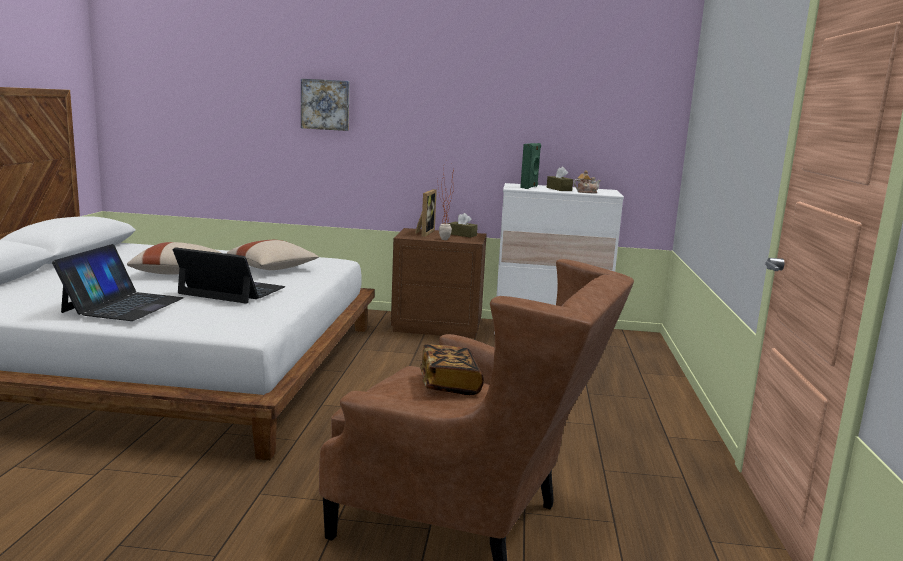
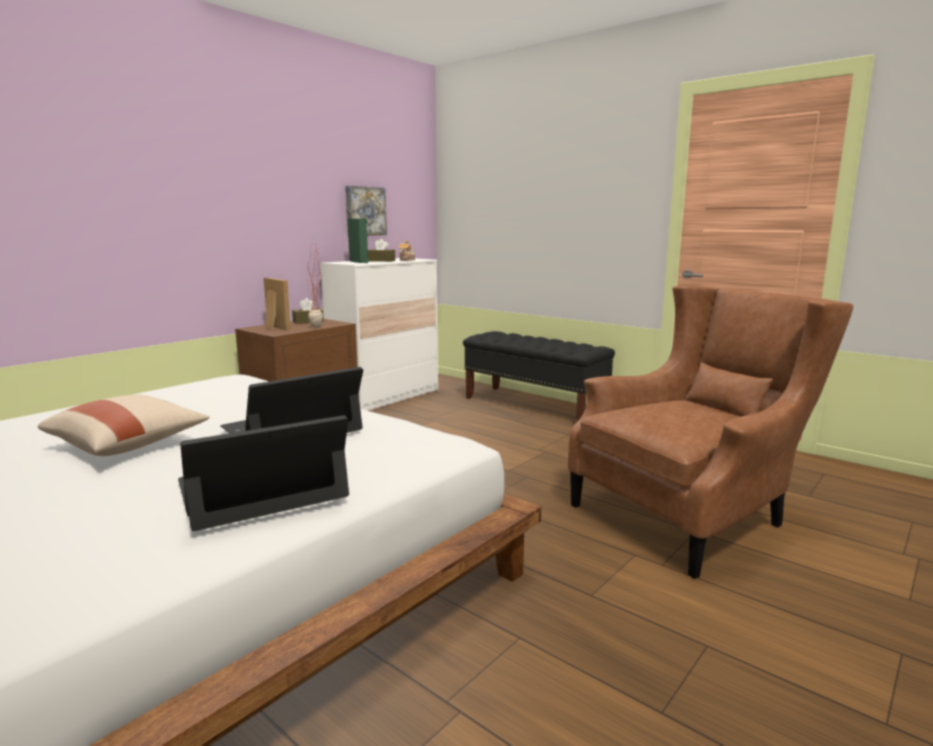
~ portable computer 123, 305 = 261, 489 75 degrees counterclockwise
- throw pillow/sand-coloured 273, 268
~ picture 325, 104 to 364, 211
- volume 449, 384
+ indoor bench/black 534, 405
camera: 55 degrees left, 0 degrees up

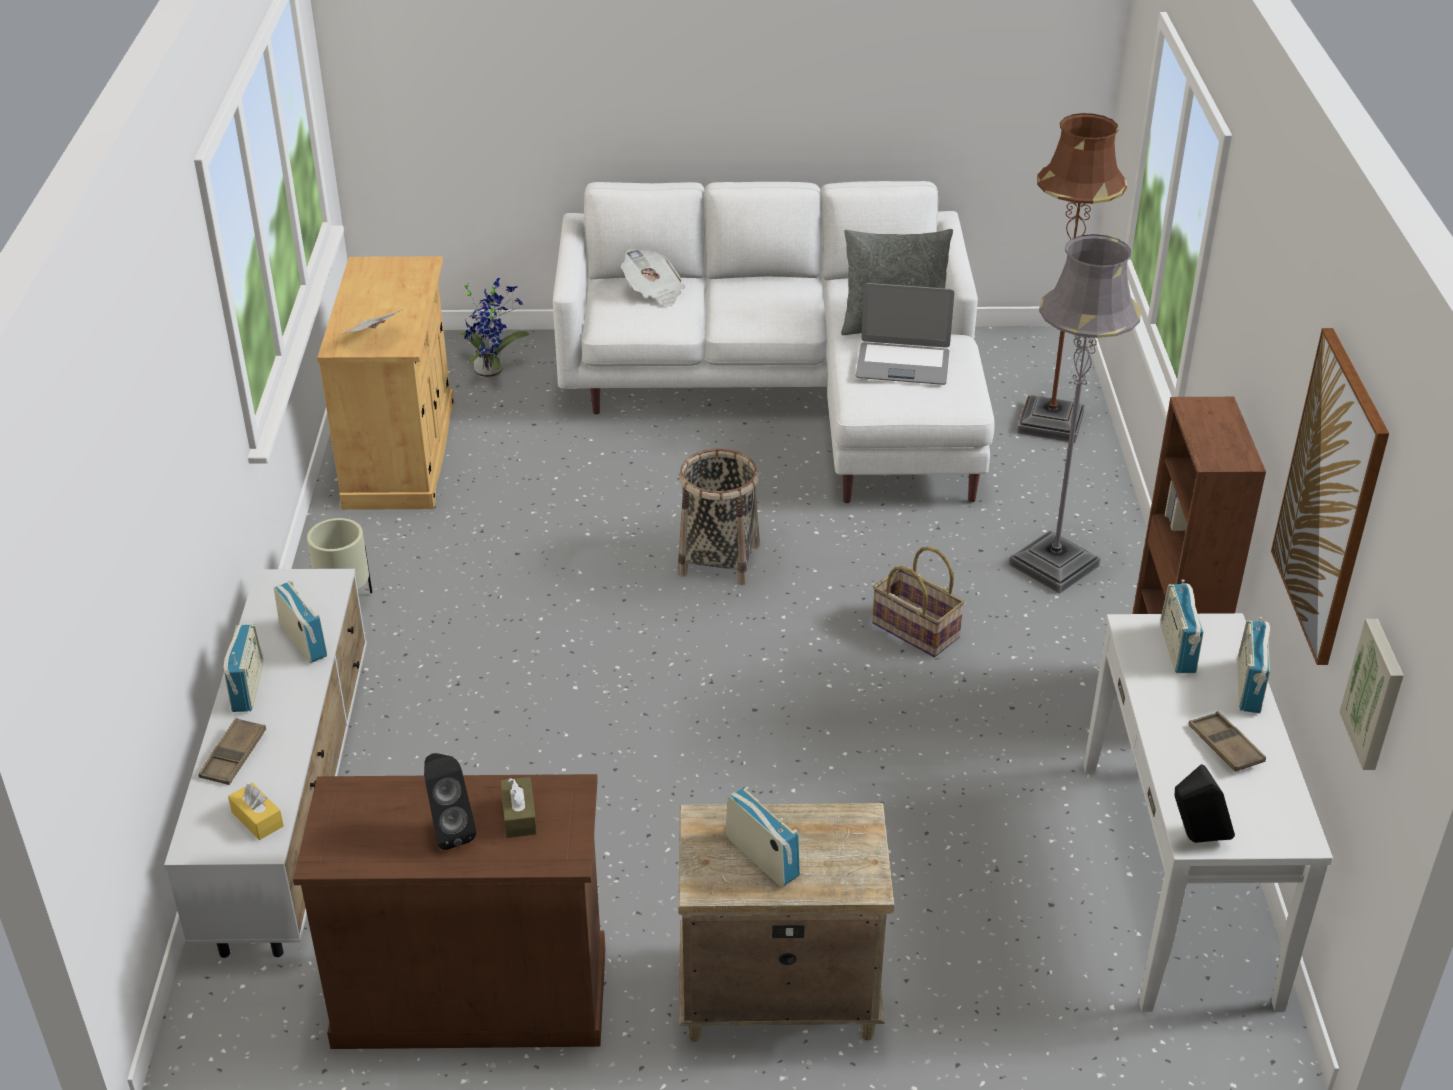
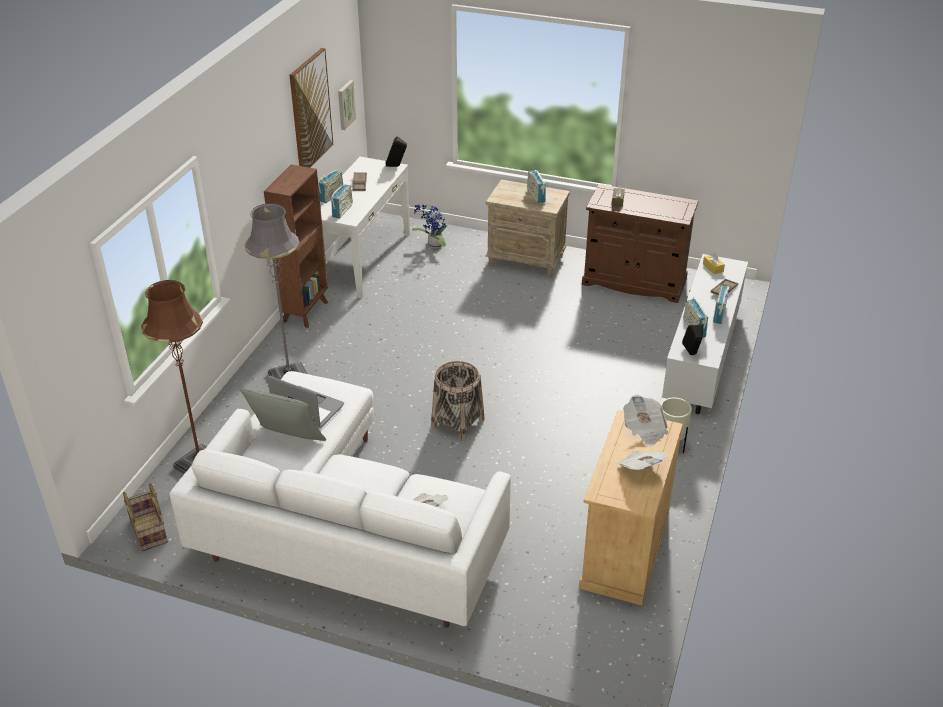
~ audio speaker/black 449, 831 to 691, 354
~ plant in a pot 492, 371 to 433, 245
~ storage basket 914, 631 to 149, 531
+ newspaper 641, 468
camera: 160 degrees left, 0 degrees up

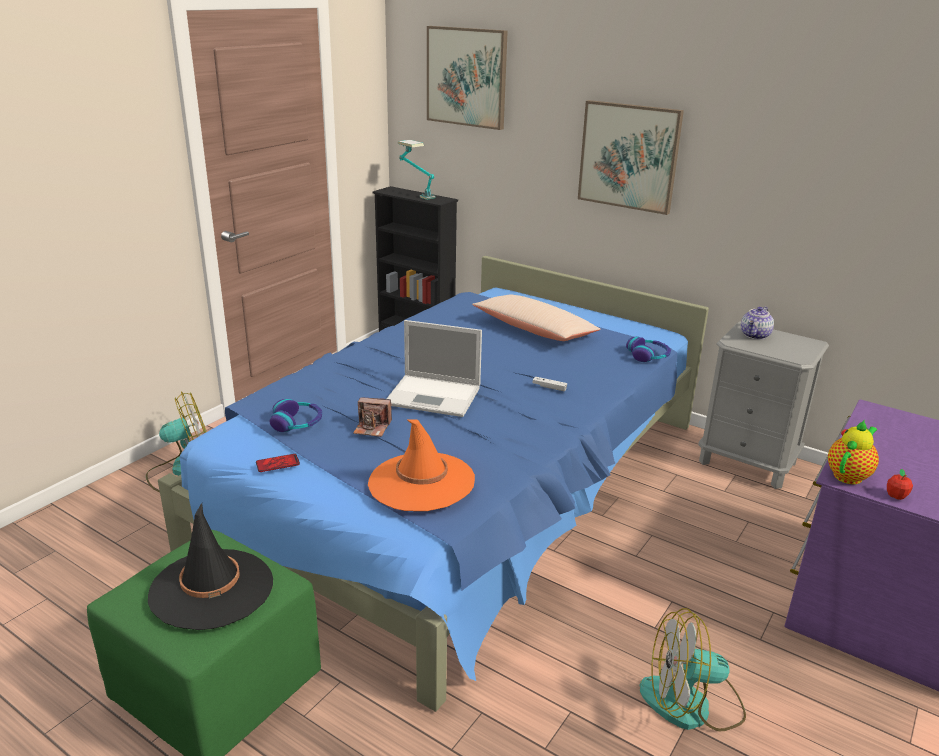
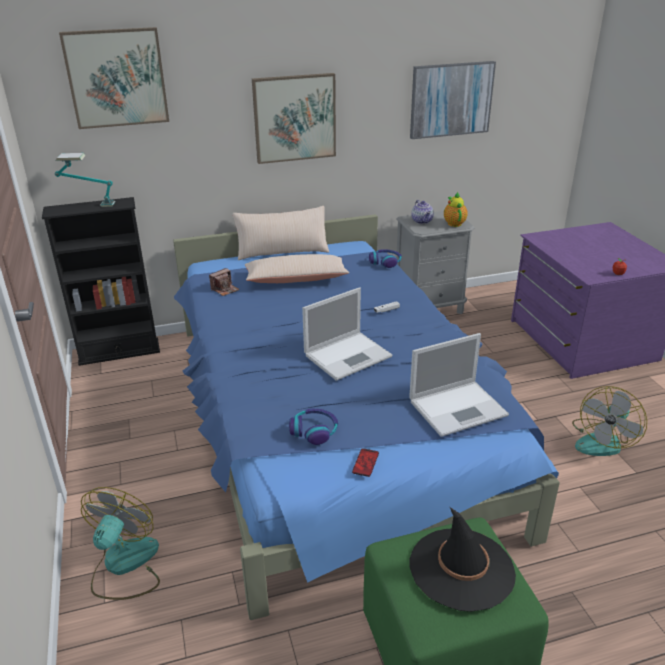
~ photo camera 372, 427 to 225, 289
~ hat/orange 421, 482 to portable computer 459, 407
~ pot for tea 849, 475 to 454, 223
+ throw pillow/sand-coloured 282, 251
+ picture 451, 99
camera: 50 degrees left, 5 degrees up

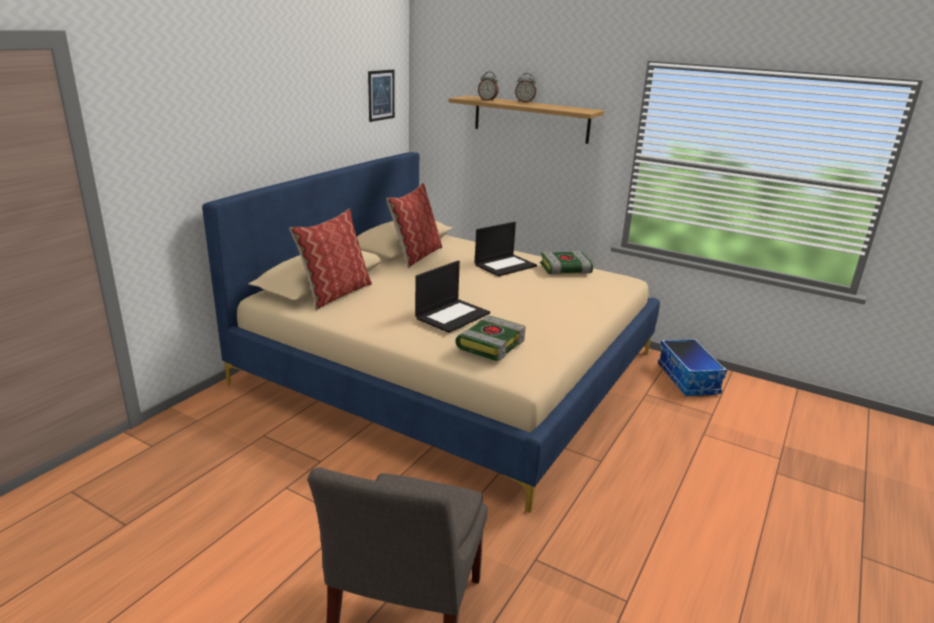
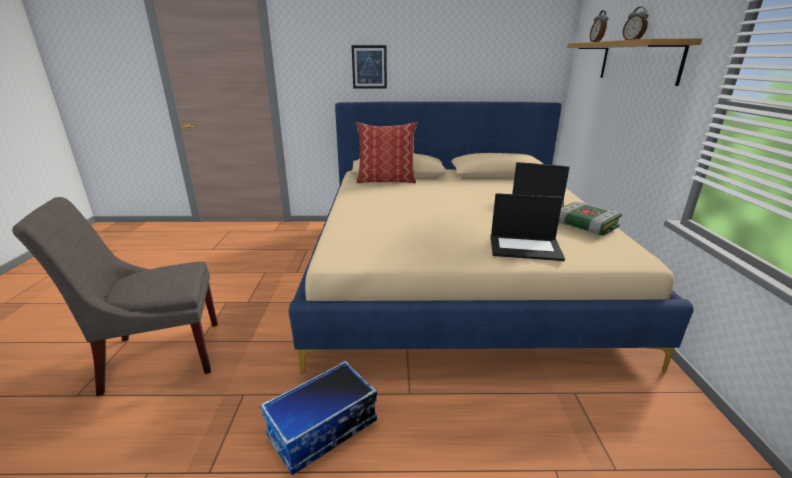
~ picture 381, 95 to 369, 67
- throw pillow 416, 255
~ portable computer 452, 315 to 525, 247
- volume 490, 344
~ storage box 688, 379 to 323, 430
camera: 60 degrees right, 0 degrees up

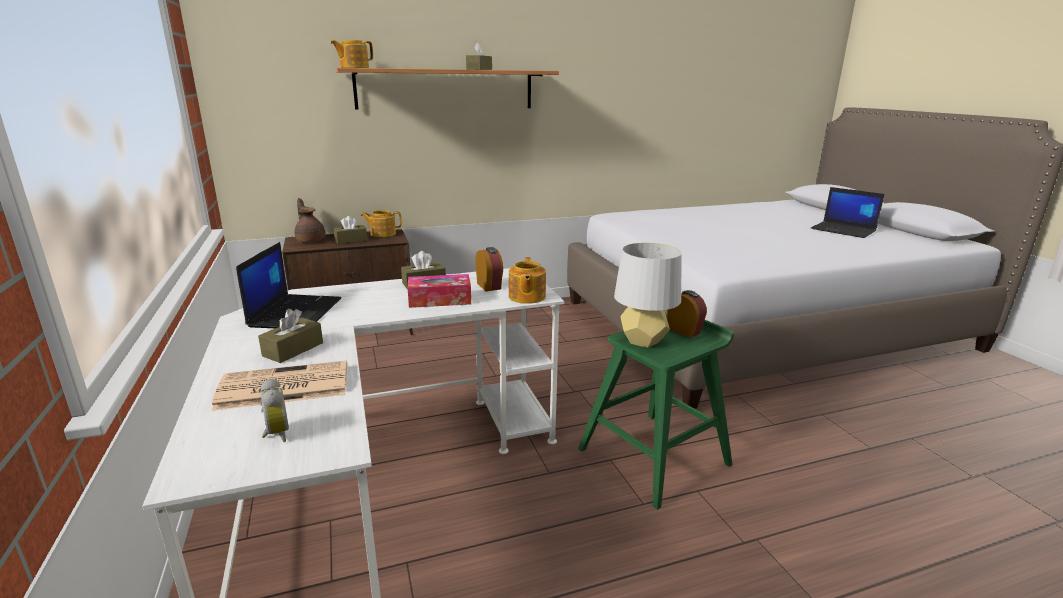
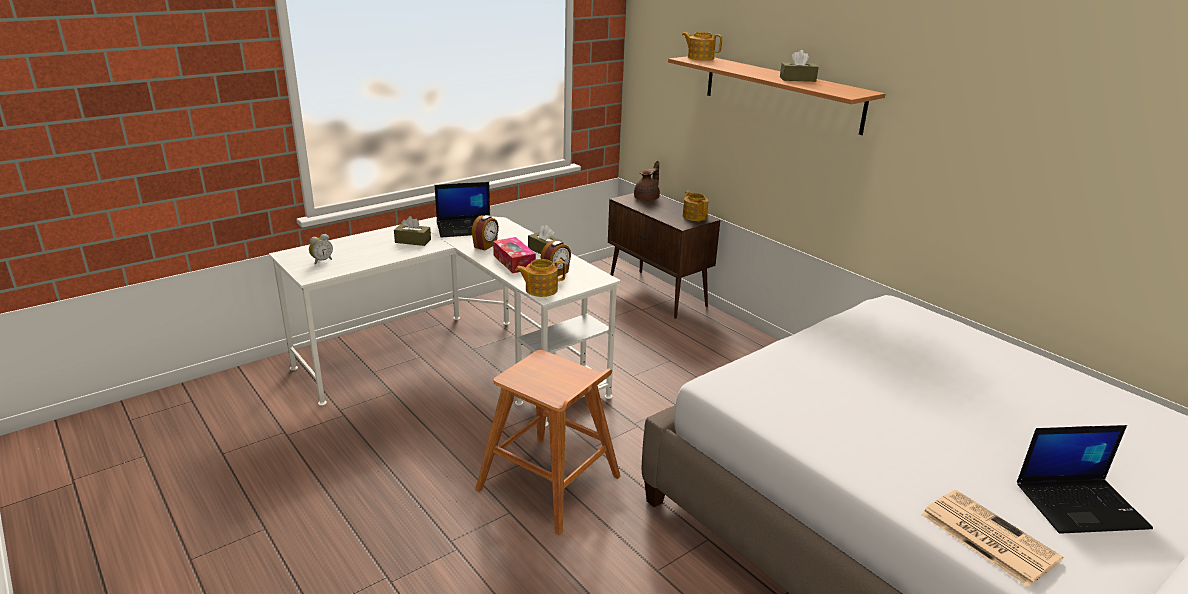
~ newspaper 282, 387 to 986, 536
- tissue holder/brown-coloured 351, 240
~ stool/greenish 655, 456 to stool/brown-coloured 550, 484
- table lamp/gray 643, 341
~ bedside clock 684, 331 to 486, 246
~ portable computer 844, 230 = 1081, 505 120 degrees counterclockwise
camera: 70 degrees right, 5 degrees up

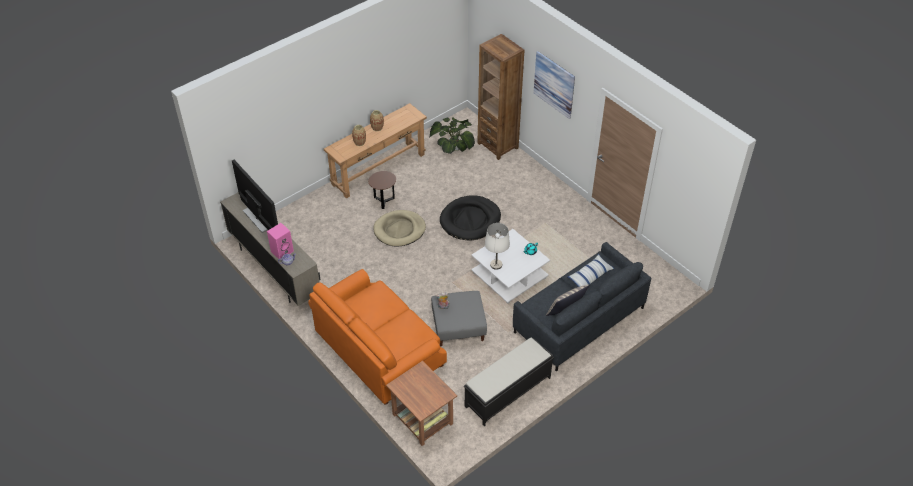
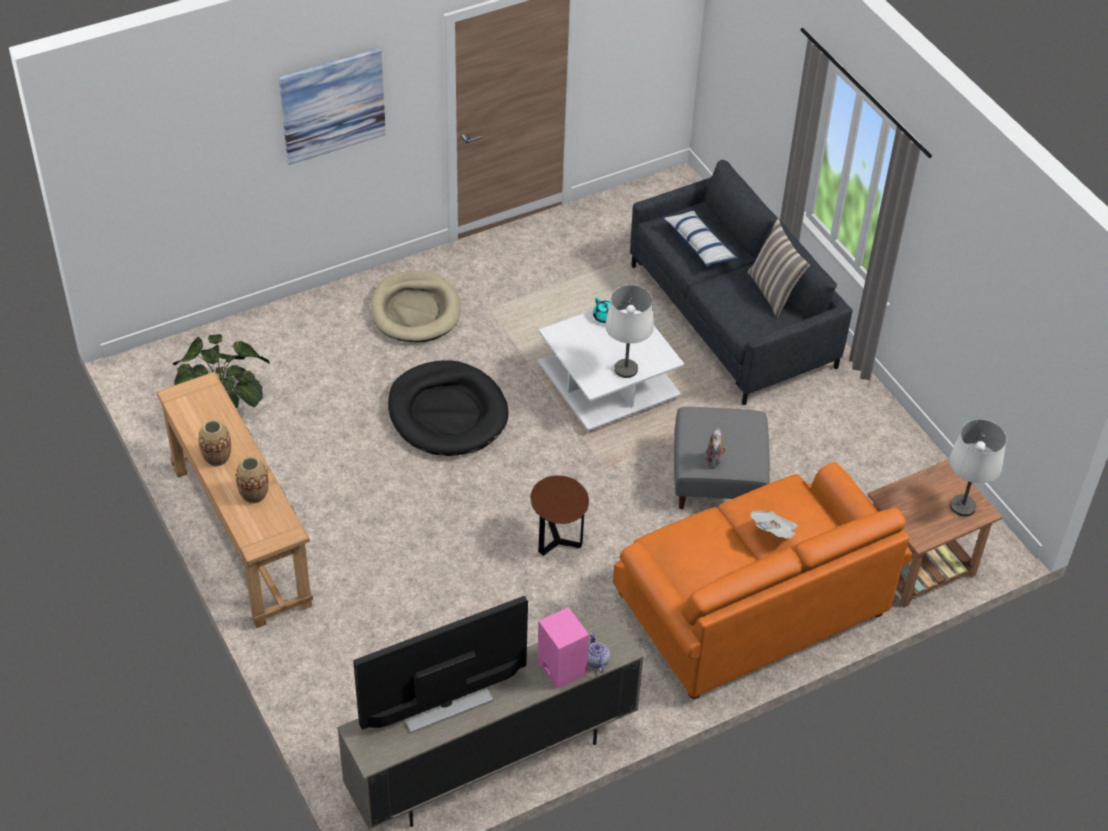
~ side table/brown-coloured 384, 201 to 557, 541
~ dog cushion/sand-coloured 399, 230 to 415, 311
- indoor bench/black 507, 392
- bookshelf/brown-coloured 498, 145
+ newspaper 774, 532
+ table lamp/white 963, 507
camera: 80 degrees left, 0 degrees up

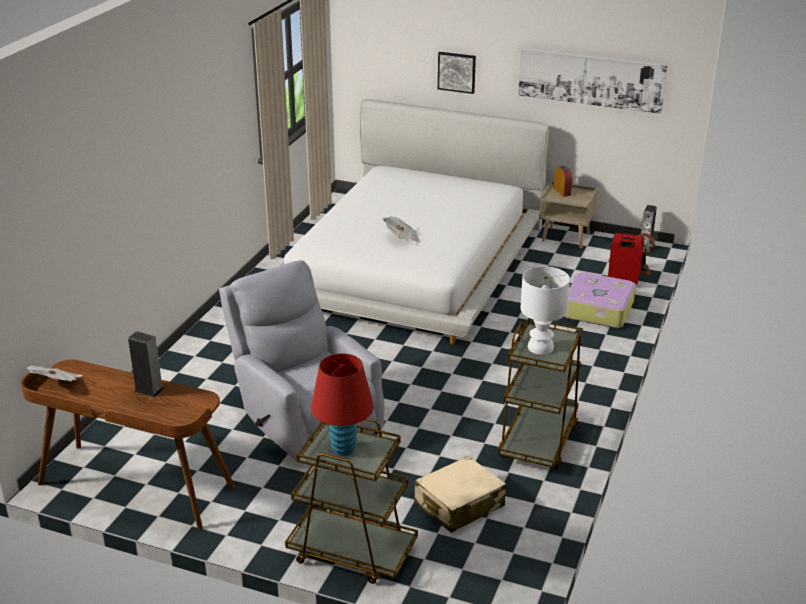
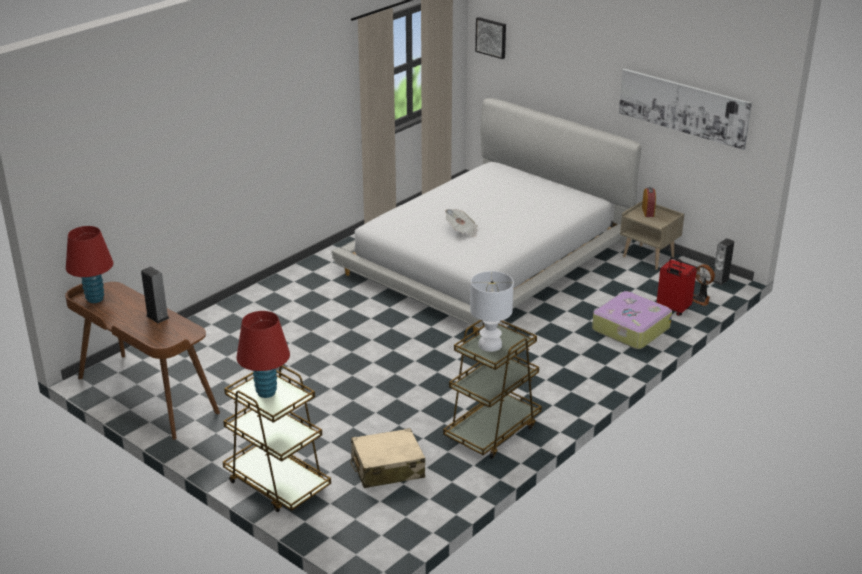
~ newspaper 57, 384 to table lamp/red-coloured 95, 299
- easy chair/gray 305, 416
~ picture 457, 72 to 491, 37
camera: 20 degrees right, 0 degrees up

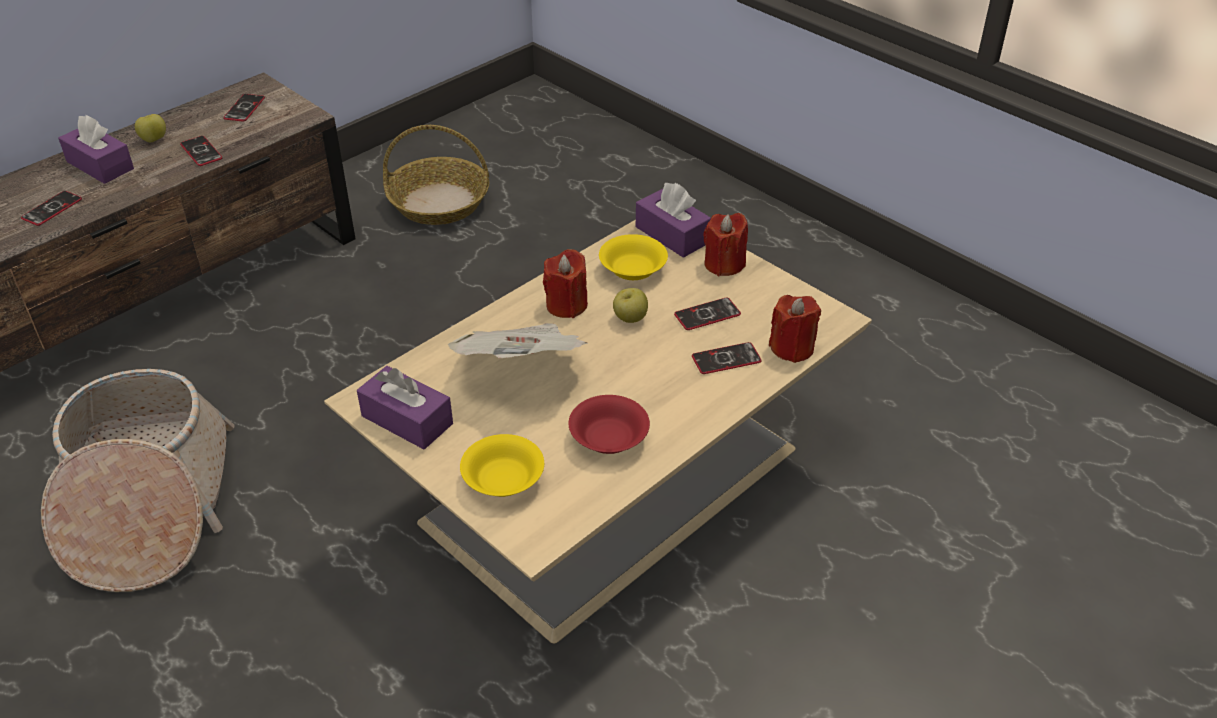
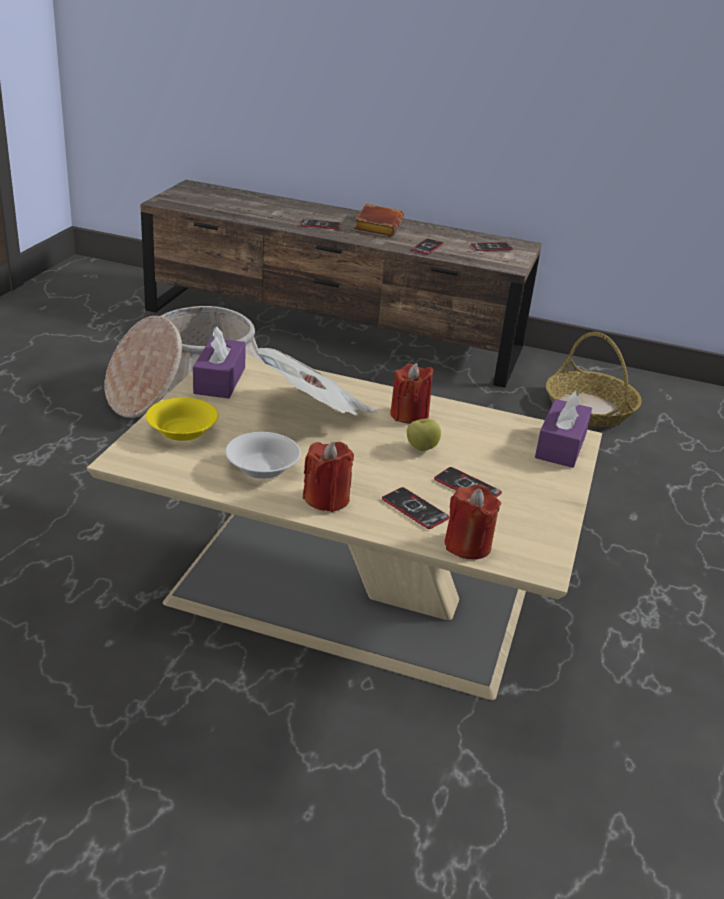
~ tissue holder/purplish 100, 165 to volume/brown-coloured 377, 225
- apple fruit 154, 140
~ serving bowl/red-coloured 608, 438 to serving bowl/white 263, 468
- serving bowl/yellowish 632, 269
~ candle/red-coloured 724, 264 to 327, 499
camera: 60 degrees right, 10 degrees down

